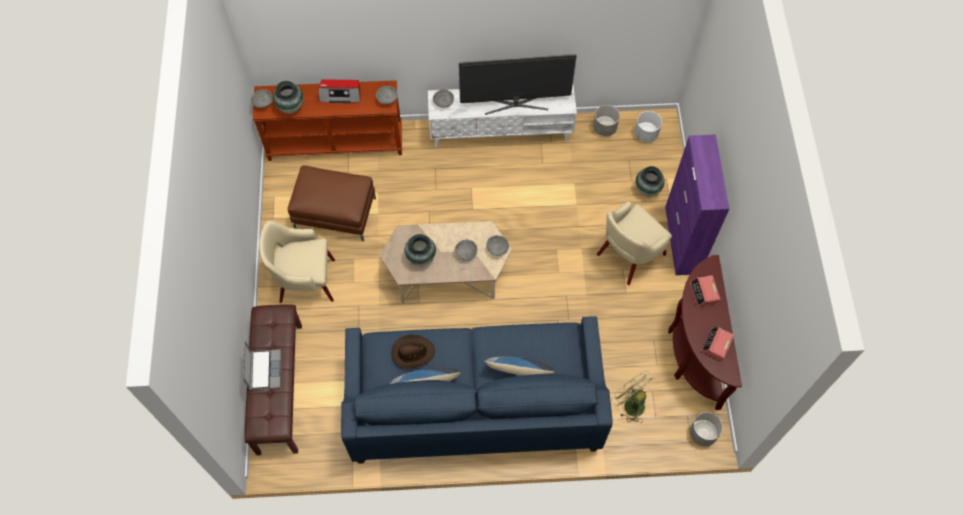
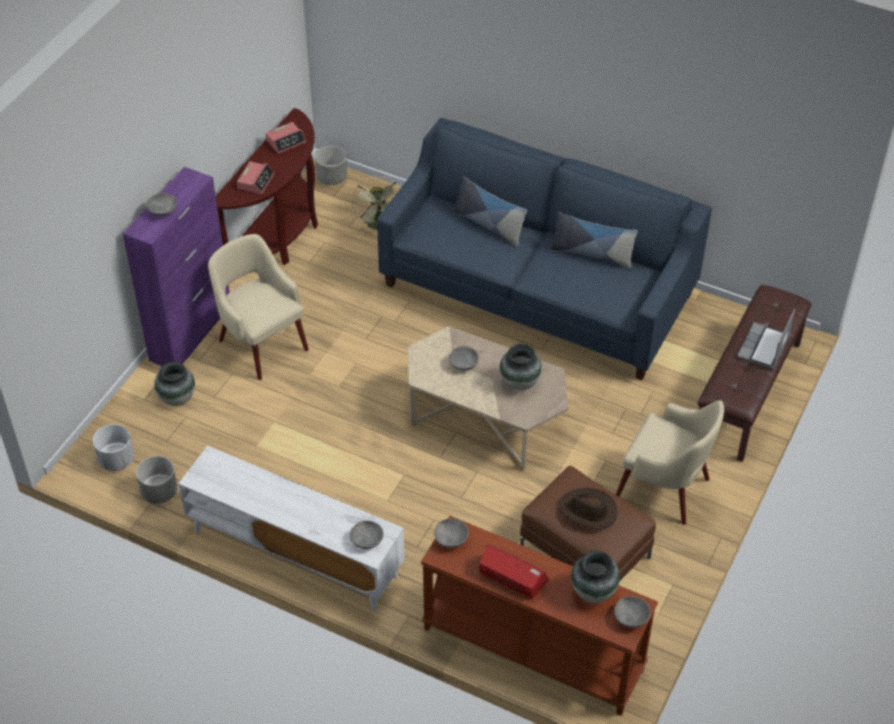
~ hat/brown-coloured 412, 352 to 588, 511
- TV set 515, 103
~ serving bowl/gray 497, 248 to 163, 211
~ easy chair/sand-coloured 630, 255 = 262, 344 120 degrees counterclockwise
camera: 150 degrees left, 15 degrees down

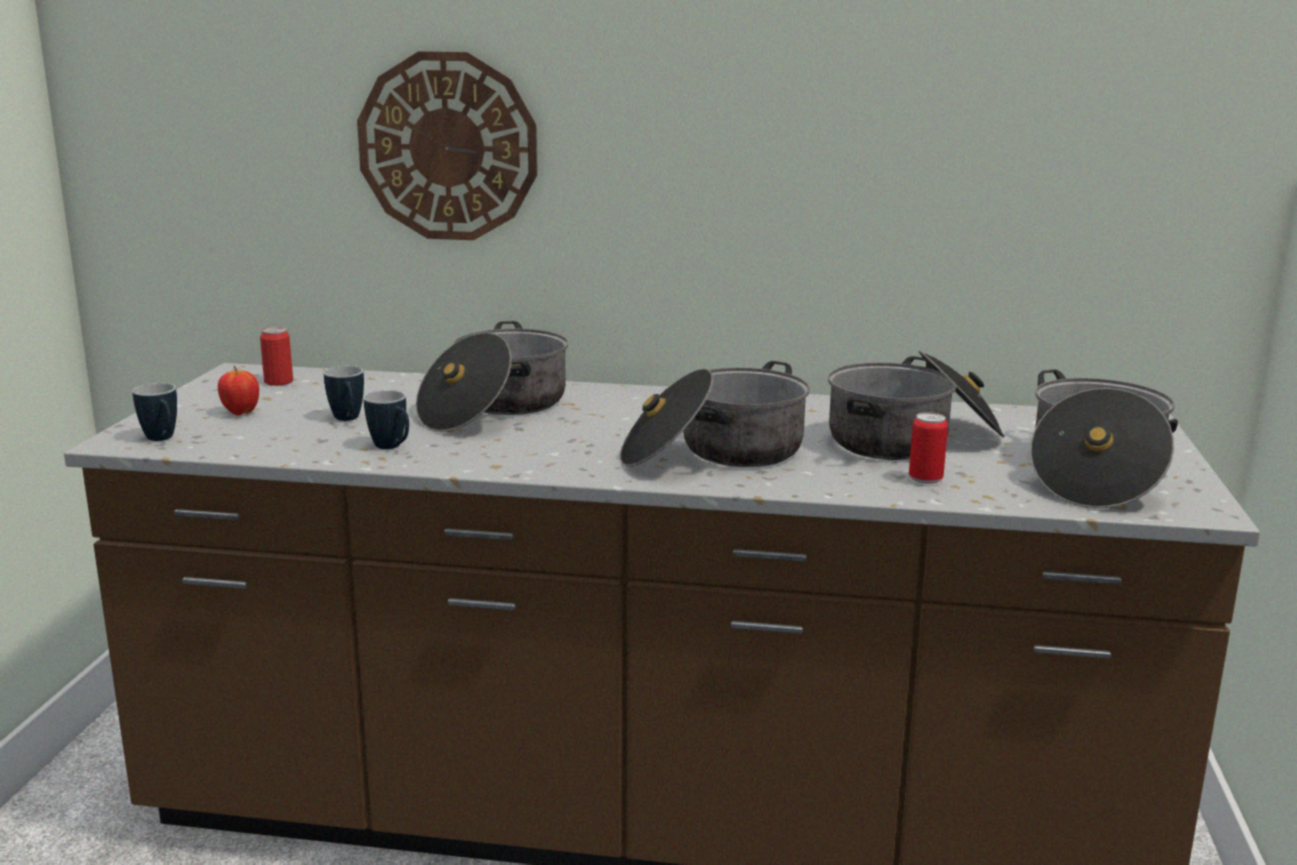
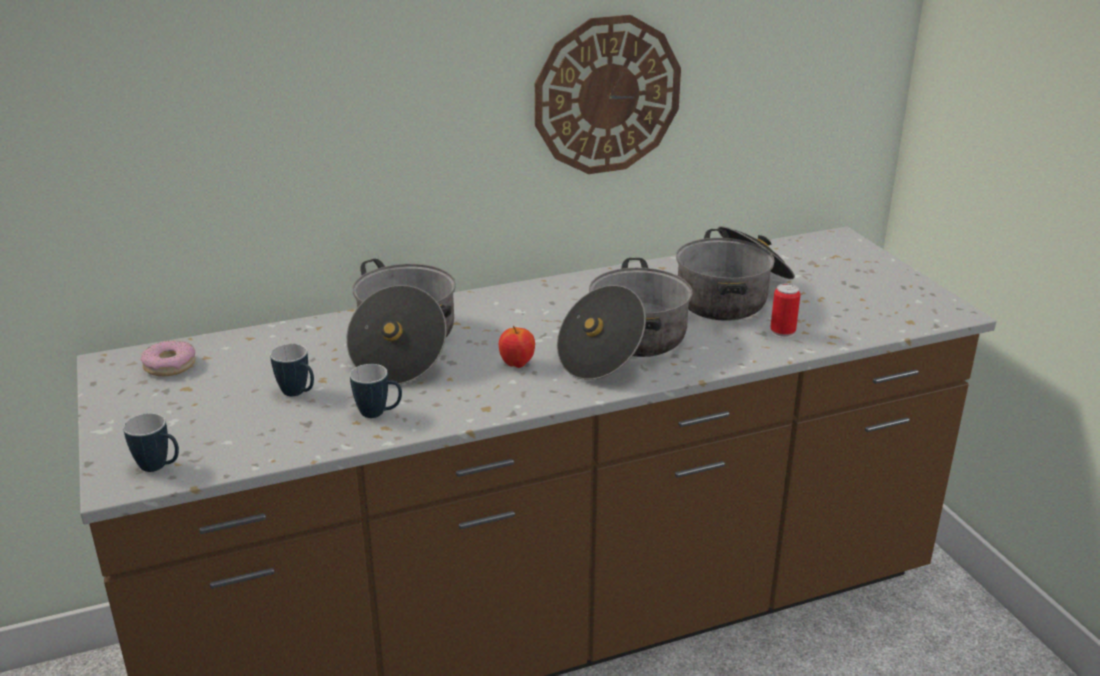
~ apple fruit 241, 413 to 517, 364
~ can 279, 382 to ring doughnut 170, 365
~ hanging clock 448, 147 to 607, 95
- saucepot 1094, 473
camera: 30 degrees left, 10 degrees up

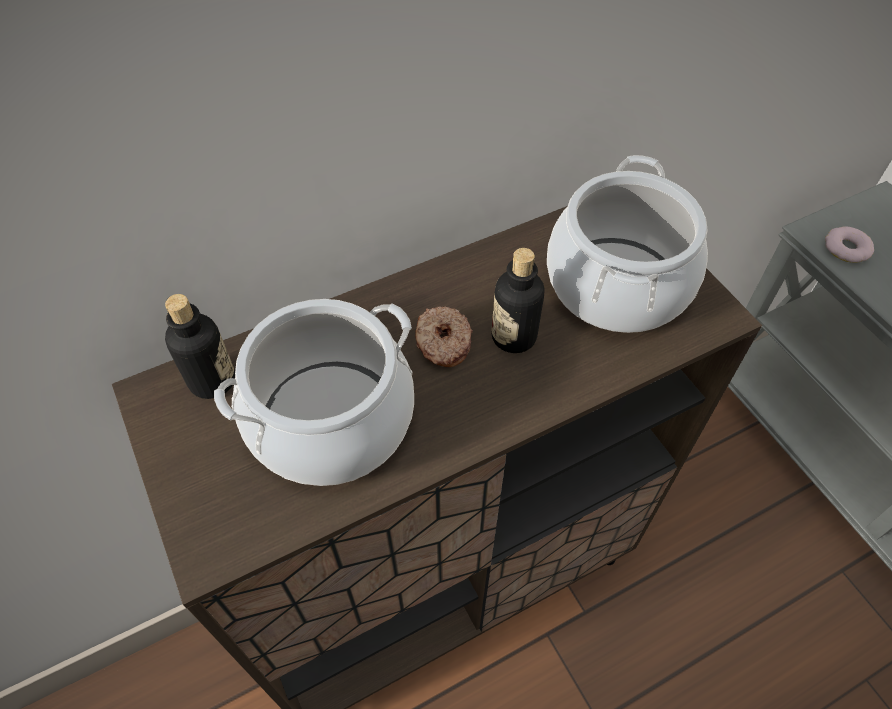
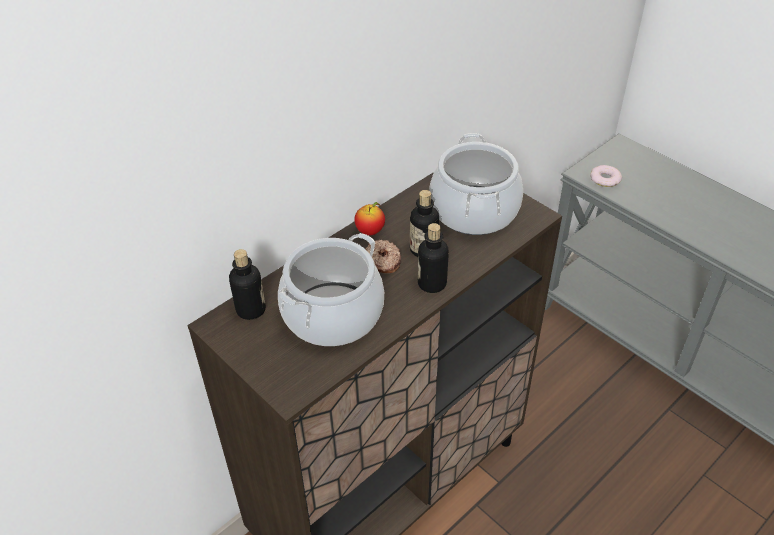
+ apple fruit 370, 231
+ beverage bottle 432, 283
camera: 15 degrees left, 10 degrees down

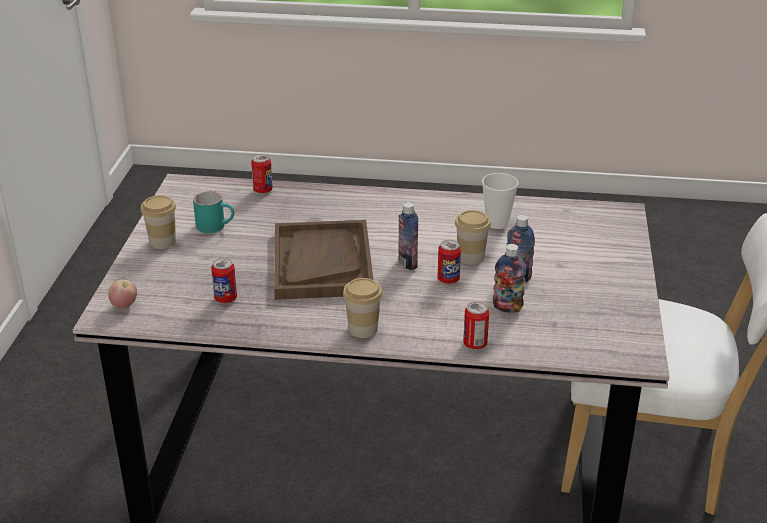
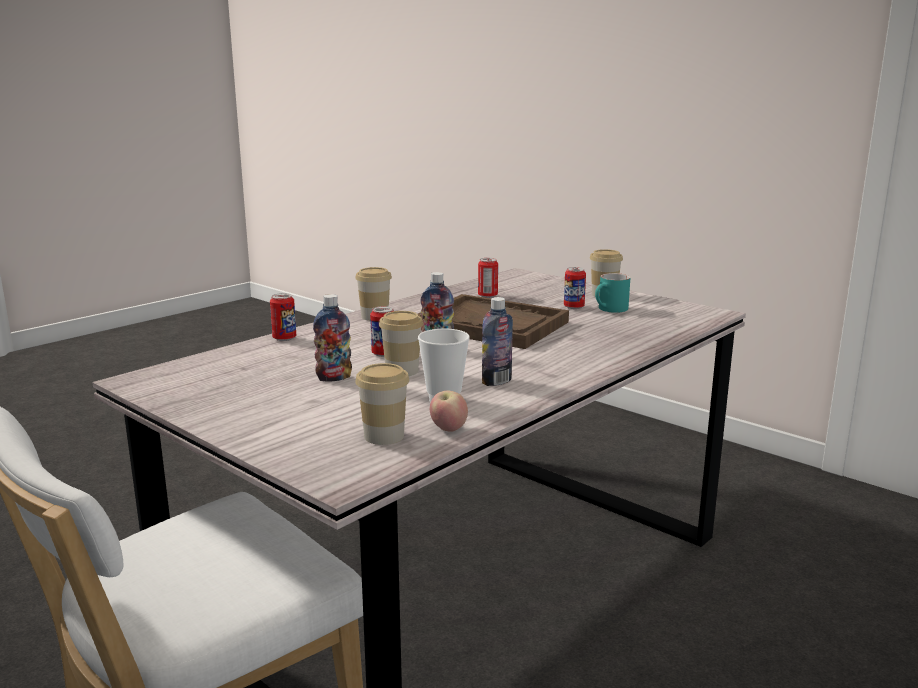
~ apple fruit 124, 306 to 448, 429
~ can 263, 190 to 574, 307
~ beverage bottle 507, 307 to 496, 381
+ drinking cup 384, 436
camera: 125 degrees right, 15 degrees down

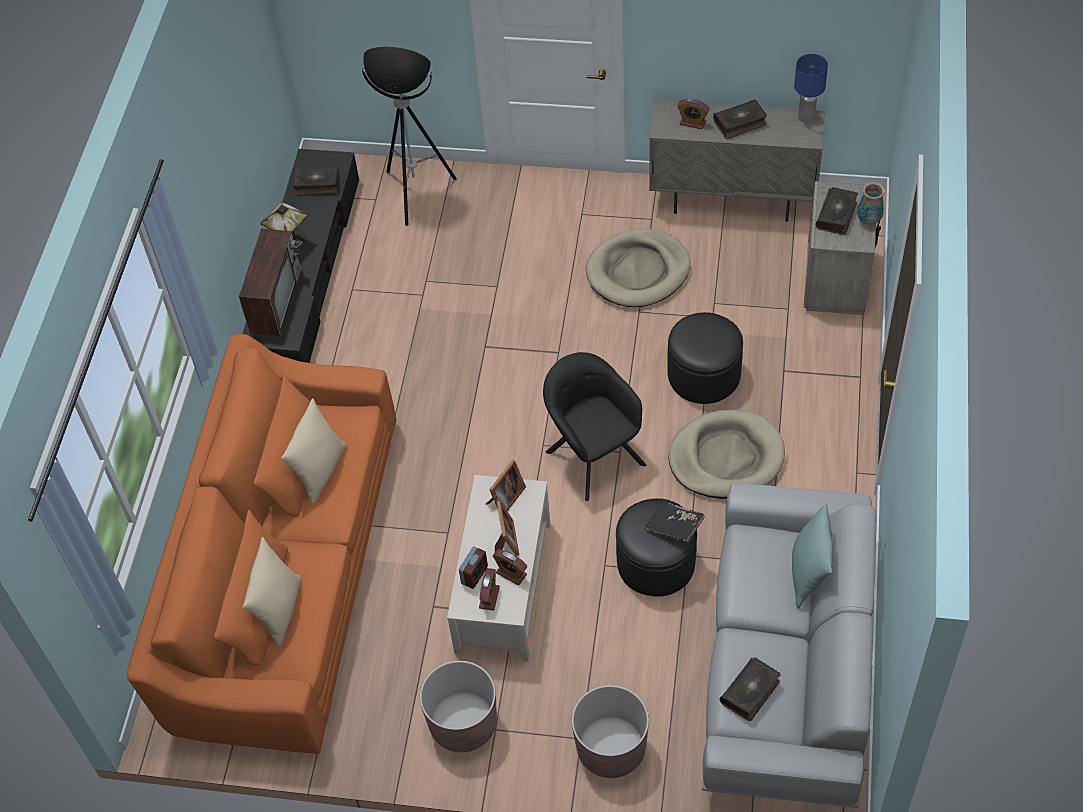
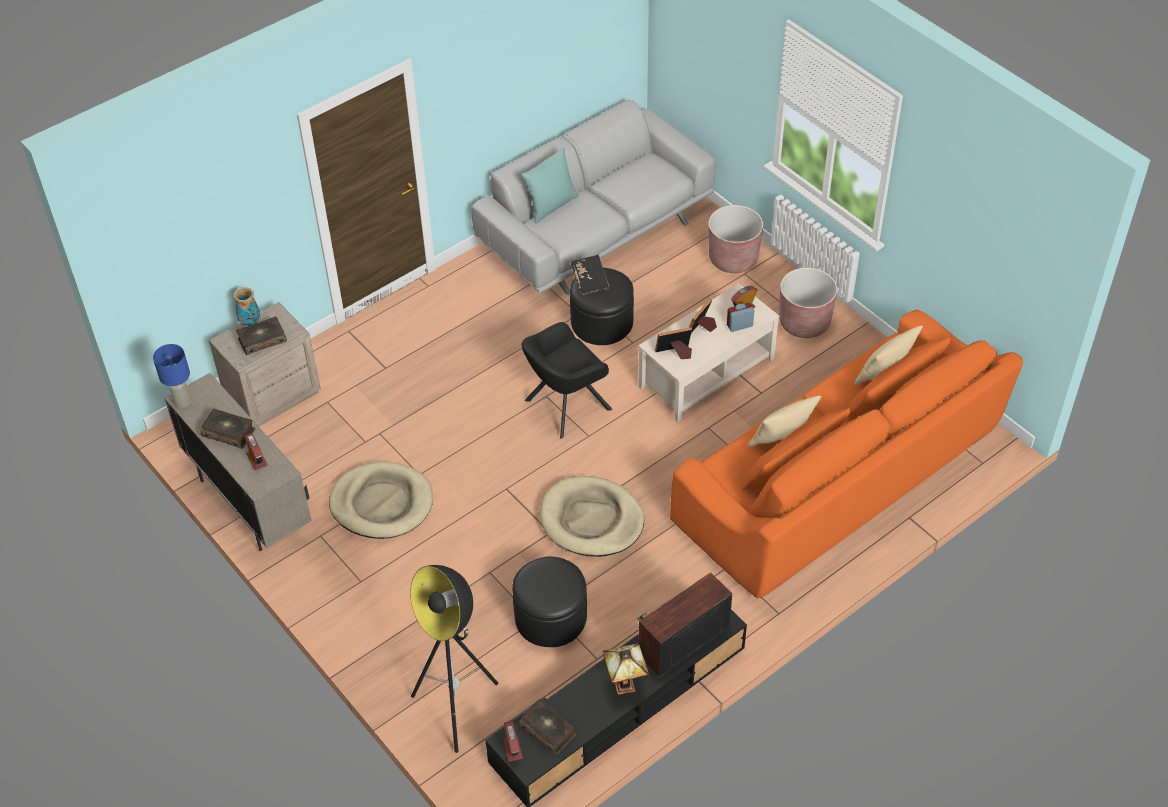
~ bedside clock 511, 573 to 512, 749
~ easy chair/black 593, 455 = 565, 406 45 degrees clockwise
~ ottoman/black 704, 375 to 550, 617
~ dog cushion/sand-coloured 726, 457 to 591, 520
- volume 750, 692
camera: 140 degrees left, 5 degrees down

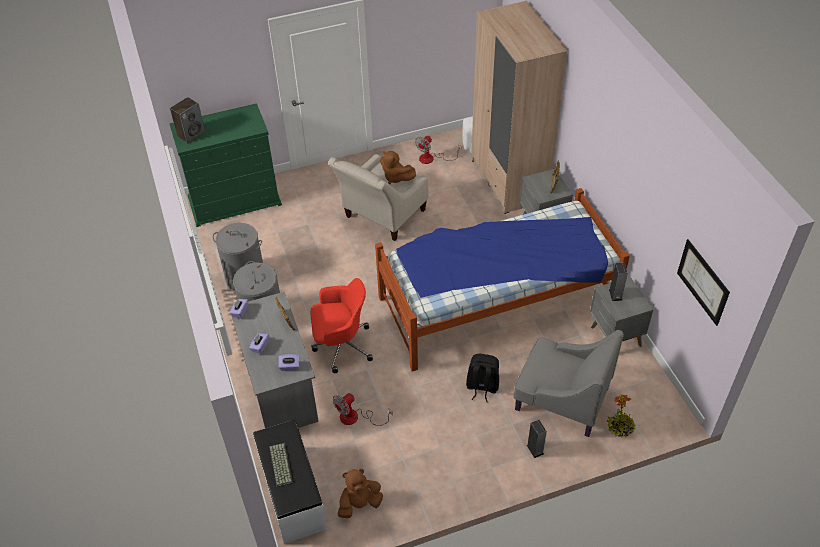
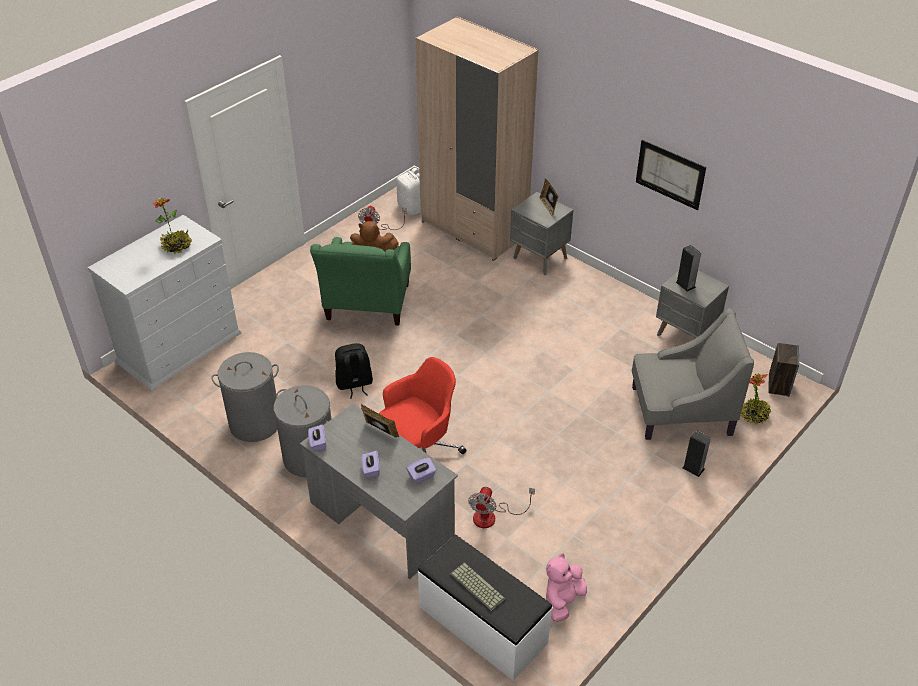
~ chest of drawers/greenish 235, 200 to chest of drawers/white 179, 347
~ audio speaker 191, 134 to 778, 385
~ easy chair/sand-coloured 382, 217 to easy chair/greenish 366, 307
~ cuddly toy/brown-coloured 359, 504 to cuddly toy/pinkish 563, 600
- sleeping bed 496, 302
~ backpack/black 482, 387 to 354, 384
~ picture 702, 282 to 670, 174
+ plant in a pot 177, 246
camera: 30 degrees left, 5 degrees down

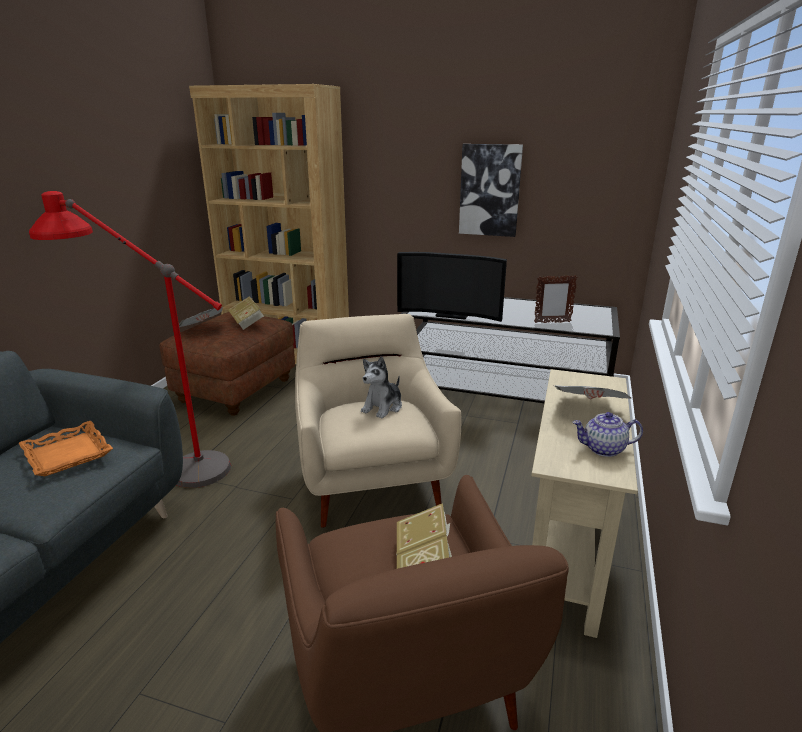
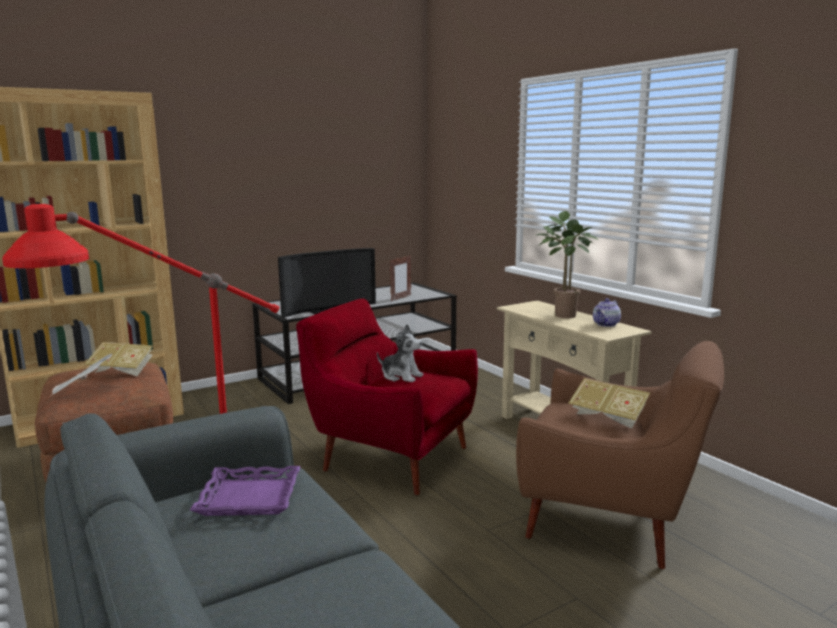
~ carrying tray/orange 68, 454 to carrying tray/purplish 249, 497
~ easy chair/sand-coloured 371, 480 to easy chair/red-coloured 390, 457
~ cuddly toy 383, 407 = 401, 376 45 degrees counterclockwise
- picture 490, 190
~ newspaper 588, 410 to plant in a pot 561, 315
camera: 50 degrees left, 10 degrees down

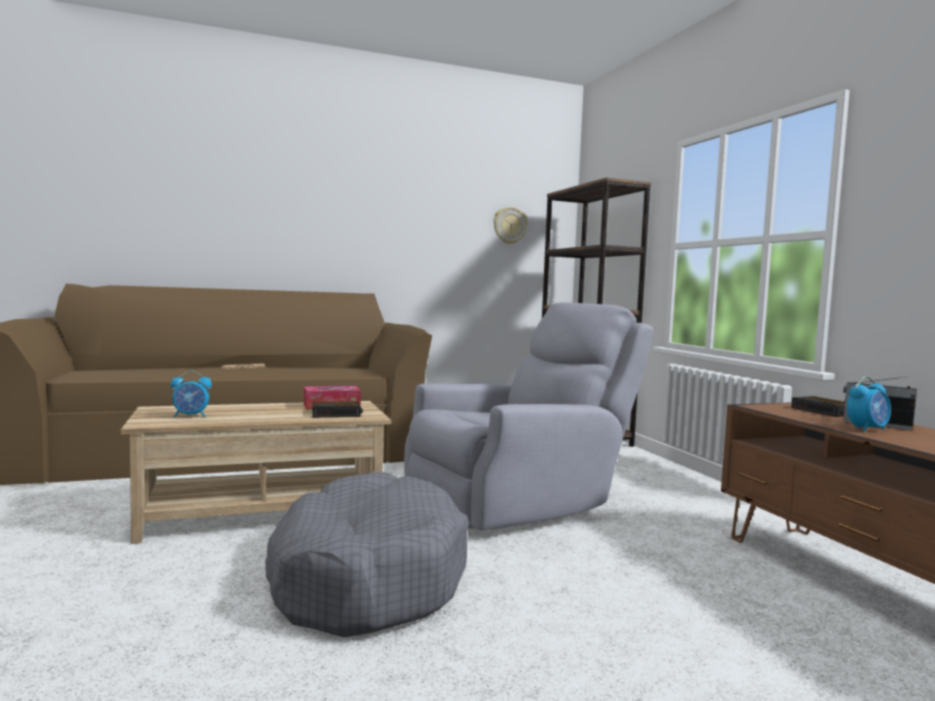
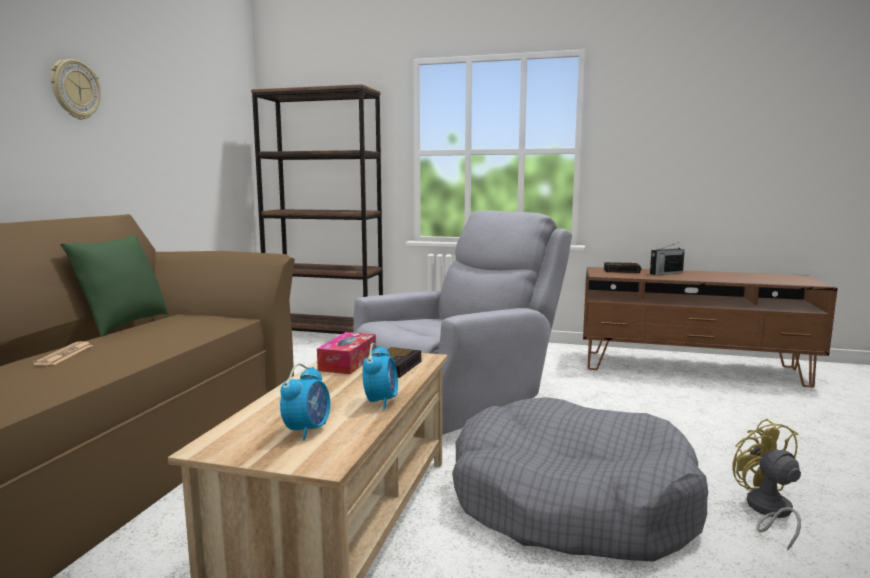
~ easy chair/gray 520, 502 = 458, 400 45 degrees clockwise
~ hanging clock 509, 225 to 75, 89
~ bedside clock 867, 429 to 381, 401
+ throw pillow/greenish 123, 325
+ cooling fan/yellowish 767, 512
camera: 55 degrees left, 5 degrees up

